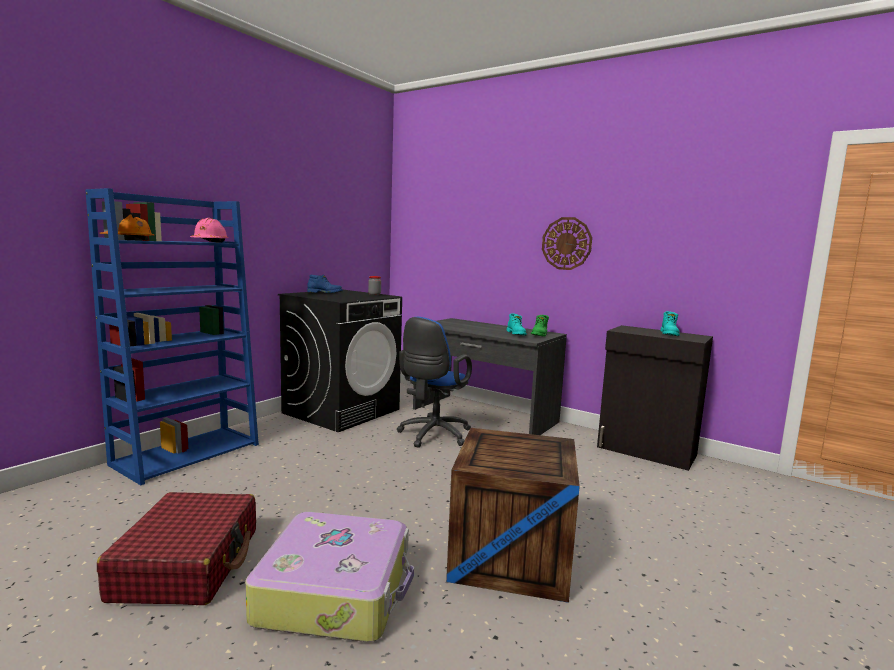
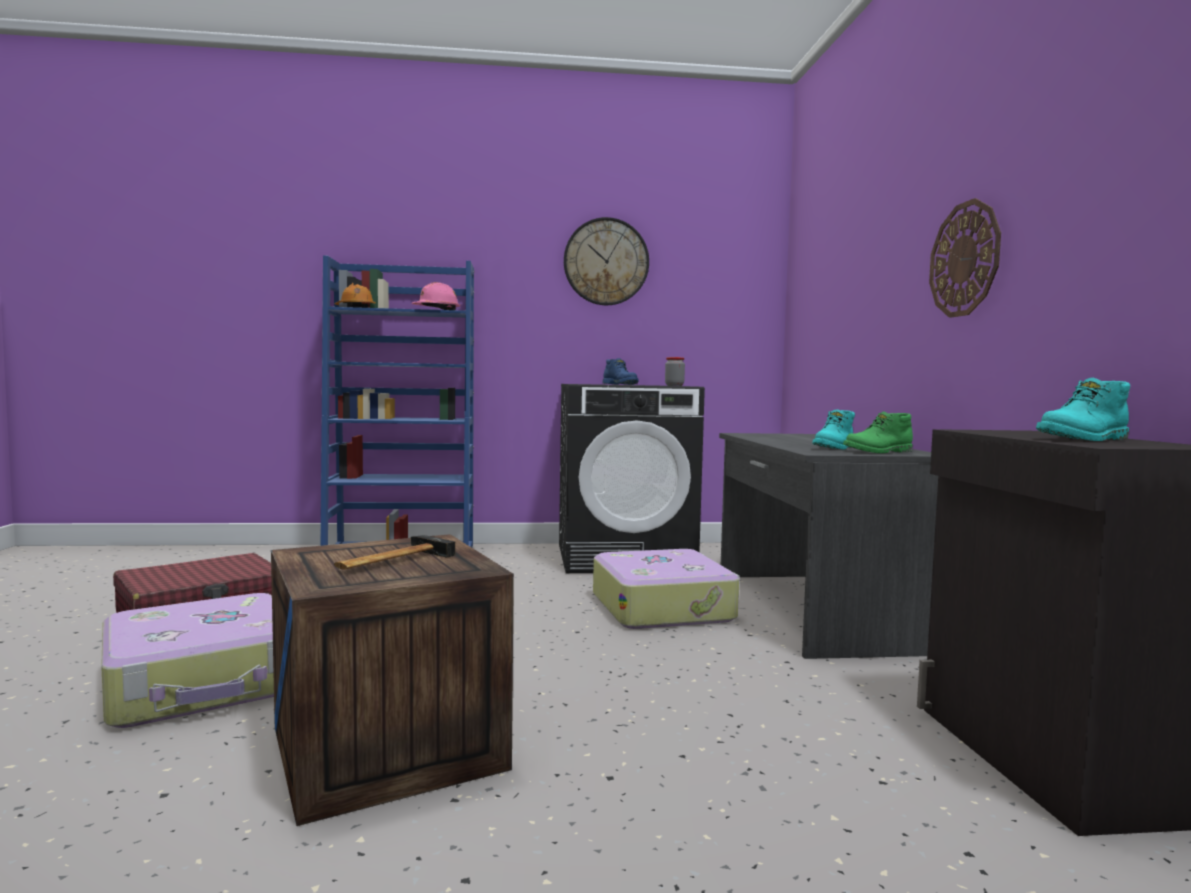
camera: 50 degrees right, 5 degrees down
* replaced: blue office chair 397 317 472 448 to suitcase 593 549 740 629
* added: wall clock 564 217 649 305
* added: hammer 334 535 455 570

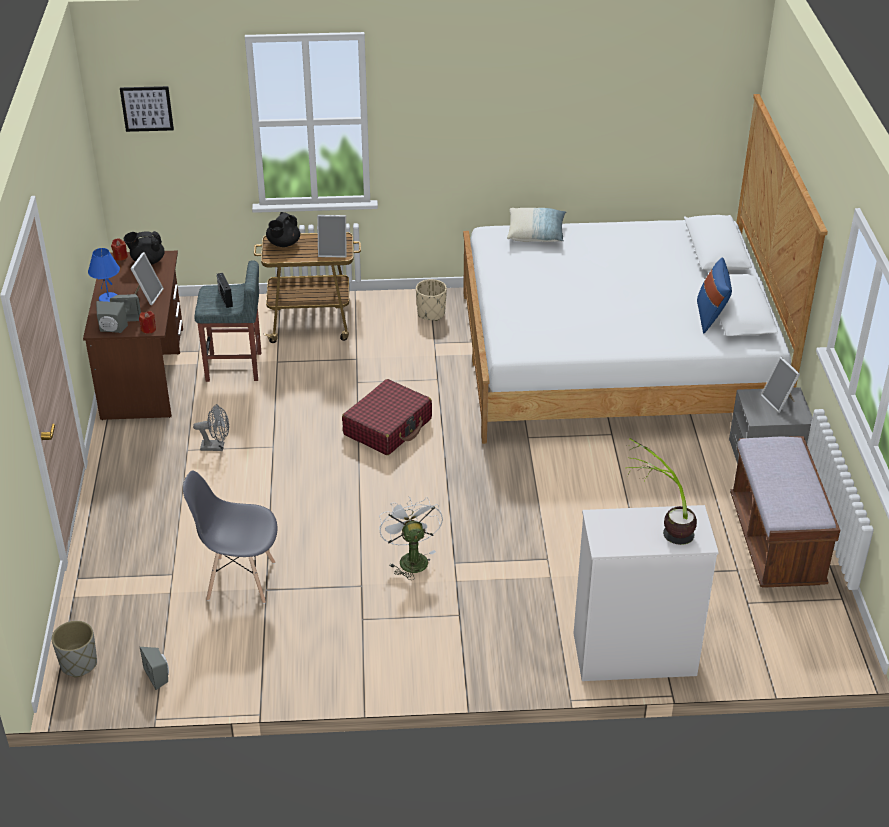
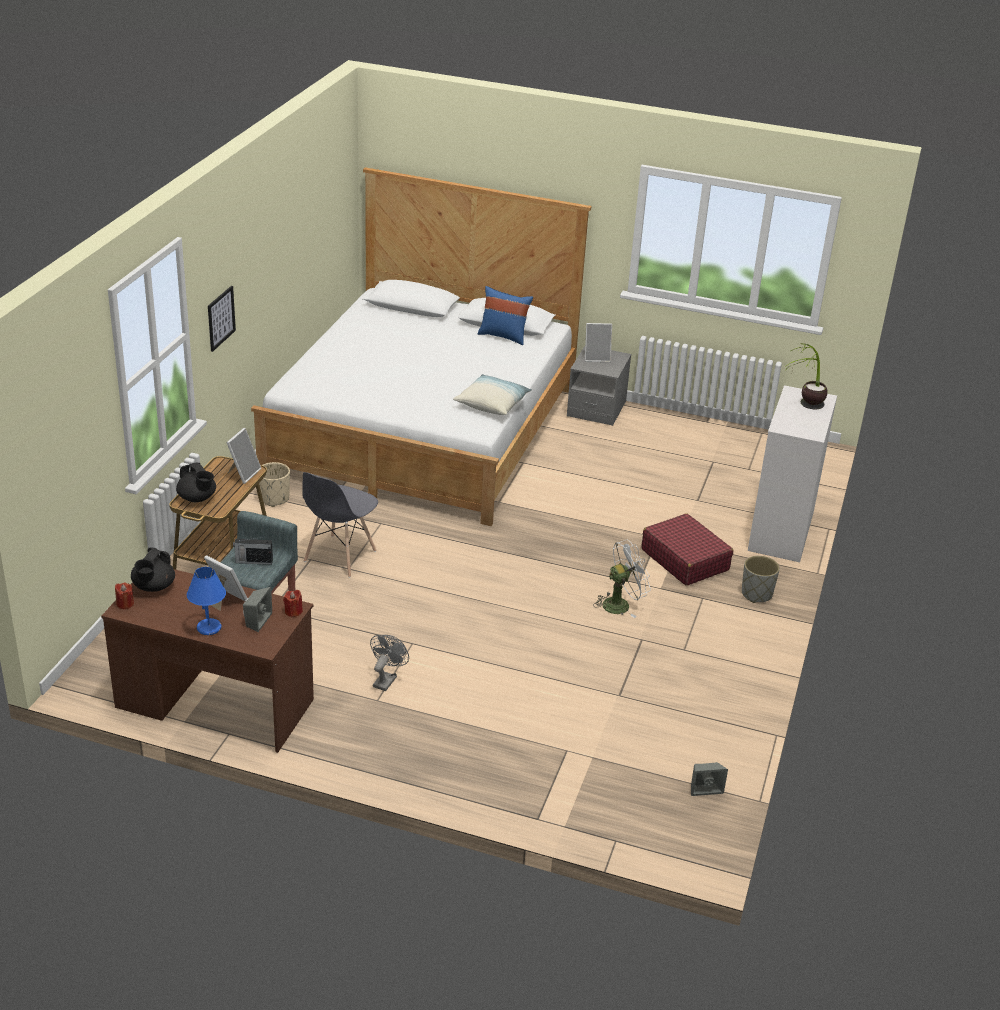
camera: 70 degrees left, 5 degrees down
* moved: picture 120 86 174 132 to 208 286 236 352
* moved: pillow 507 208 566 242 to 453 374 532 415
* removed: grey speaker 96 301 128 333
* moved: red suitcase 342 379 432 455 to 641 513 733 586
* removed: brown bench 730 436 840 588
* moved: grey chair 183 471 277 604 to 302 472 378 578
* turned: white fan 379 497 443 580 = 593 540 651 618 150 degrees clockwise
* moved: grey planter 52 621 97 678 to 742 556 780 603

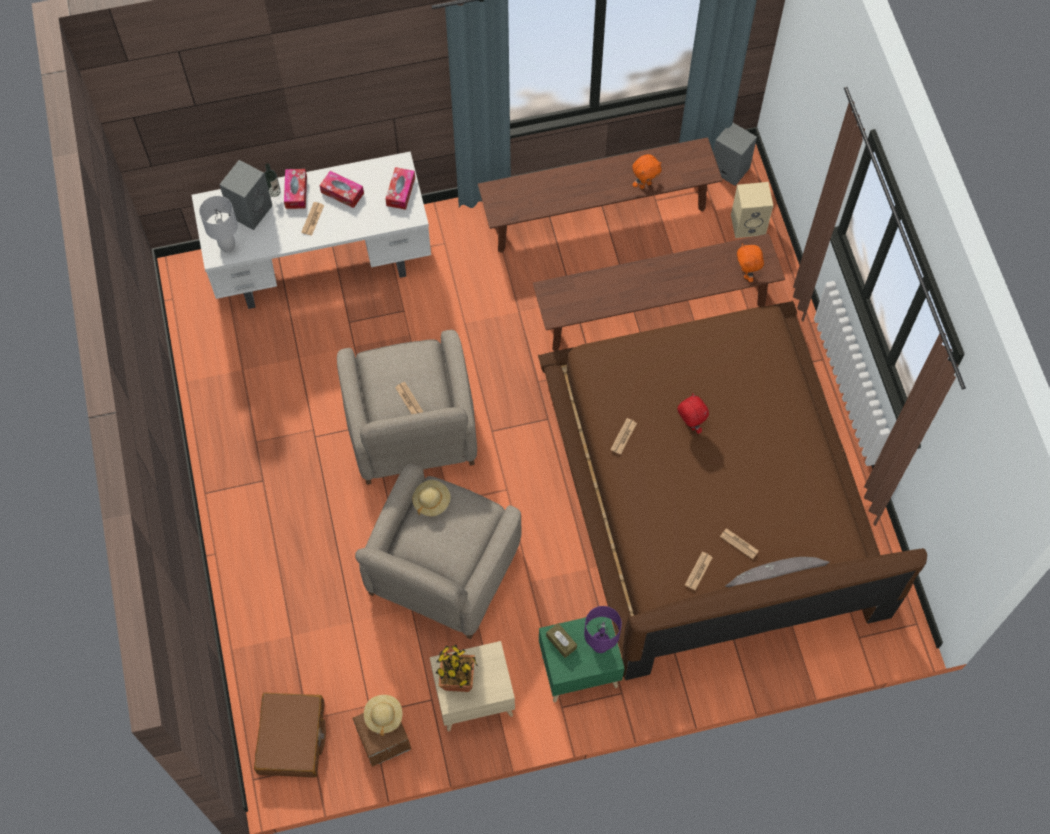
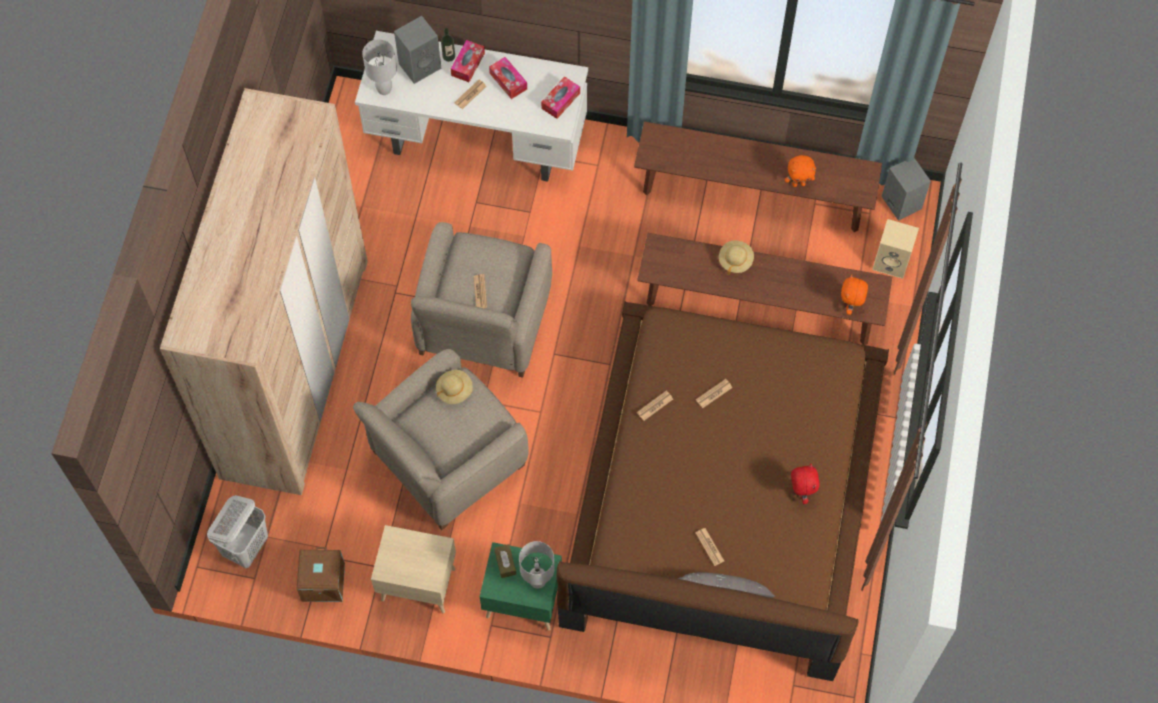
camera: 25 degrees right, 0 degrees up
* moved: red plush toy 677 393 709 434 to 791 463 820 504
* moved: newspaper 685 552 713 590 to 696 379 733 408
* recoloured: purple table lamp 584 606 622 653 to white table lamp 519 541 554 589
* removed: potted plant 436 645 478 692
* replaced: brown suitcase 254 692 326 778 to white laundry basket 207 495 268 568
* moved: beige hat 364 695 402 736 to 719 240 754 275
* added: beige wardrobe 160 88 368 495

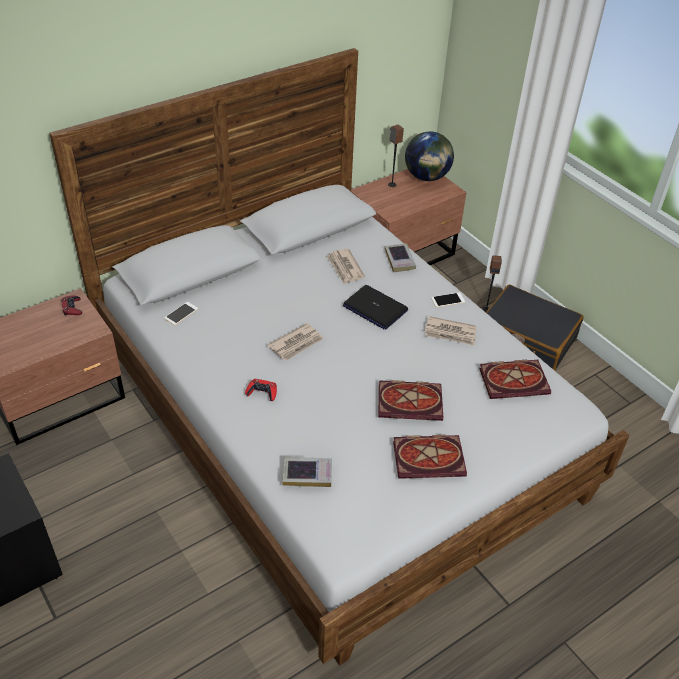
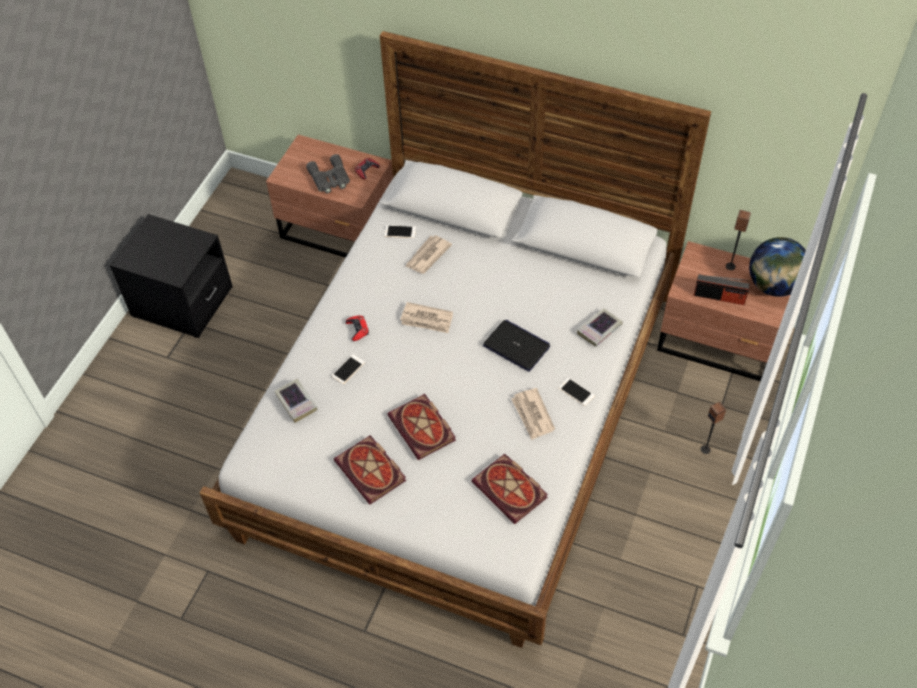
camera: 60 degrees right, 10 degrees up
* moved: newspaper 326 249 365 284 to 405 235 452 274
* turned: laptop 343 285 408 329 = 483 320 550 372 120 degrees clockwise
* removed: black suitcase 486 285 584 371
* added: grey binoculars 306 154 350 193
* added: radio 694 274 750 305
* added: phone 332 355 365 384

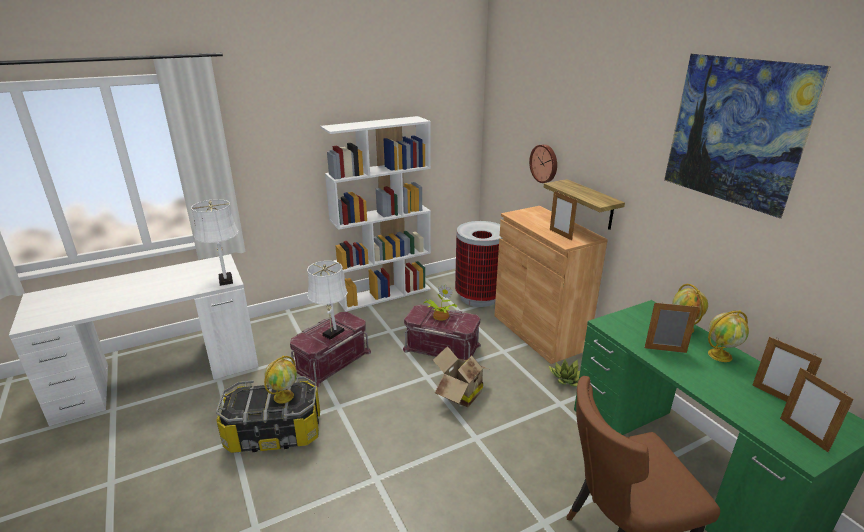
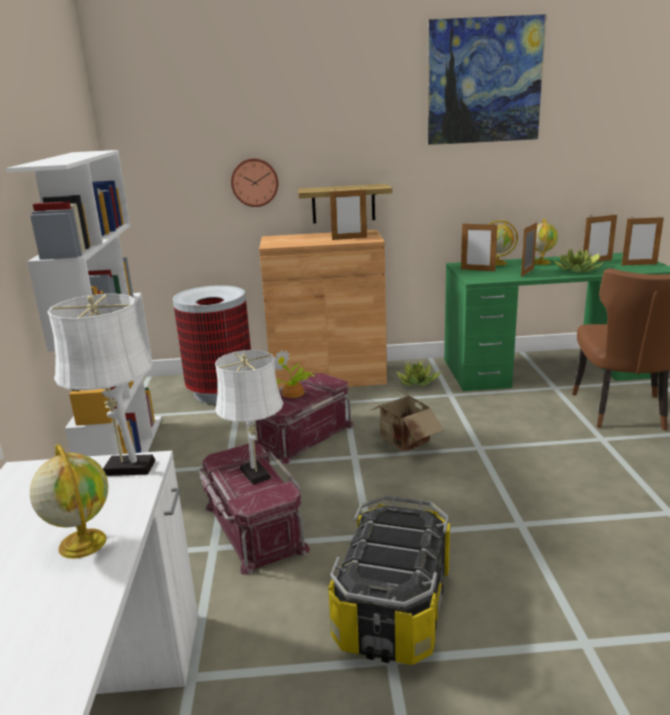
camera: 65 degrees left, 5 degrees down
* moved: globe 264 355 297 403 to 30 444 108 559
* added: picture frame 461 223 498 271
* added: potted plant 554 248 604 272

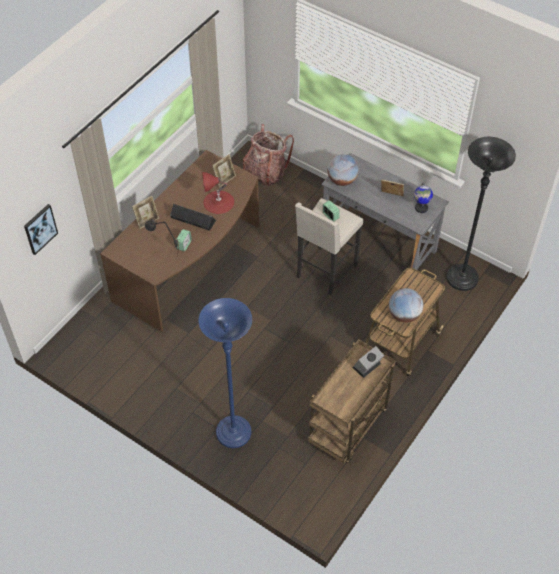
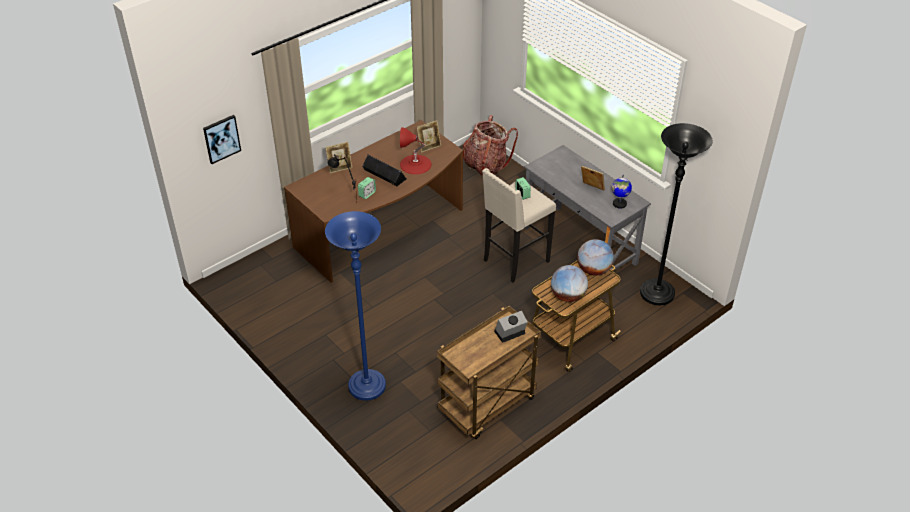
camera: 15 degrees right, 10 degrees down
* moved: globe 327 154 359 186 to 577 239 614 276

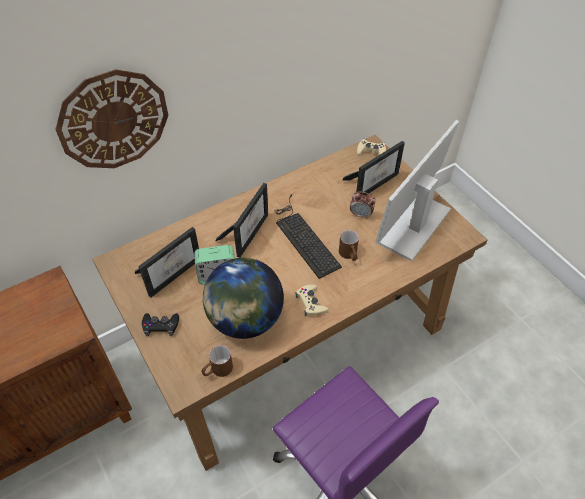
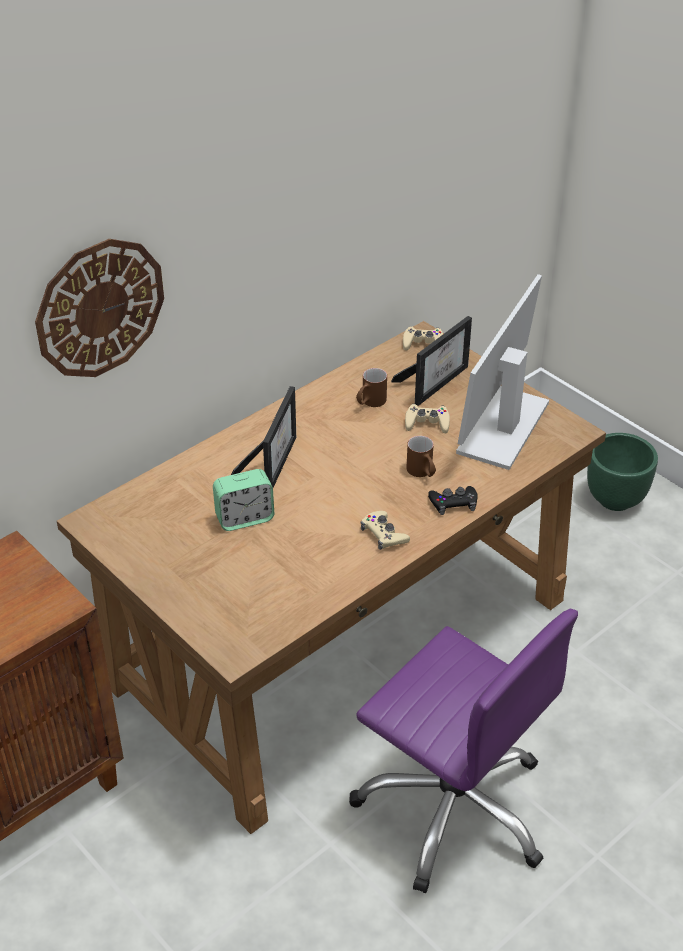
camera: 10 degrees left, 10 degrees down
* replaced: alarm clock 350 191 376 219 to beige game controller 405 404 450 433
* removed: keyboard 275 194 342 279
* removed: picture frame 135 227 199 298
* removed: globe 203 258 284 339
* moved: black game controller 142 313 179 336 to 428 486 478 515
* moved: brown mug 201 345 233 377 to 356 368 387 407
* added: green planter 587 433 658 511

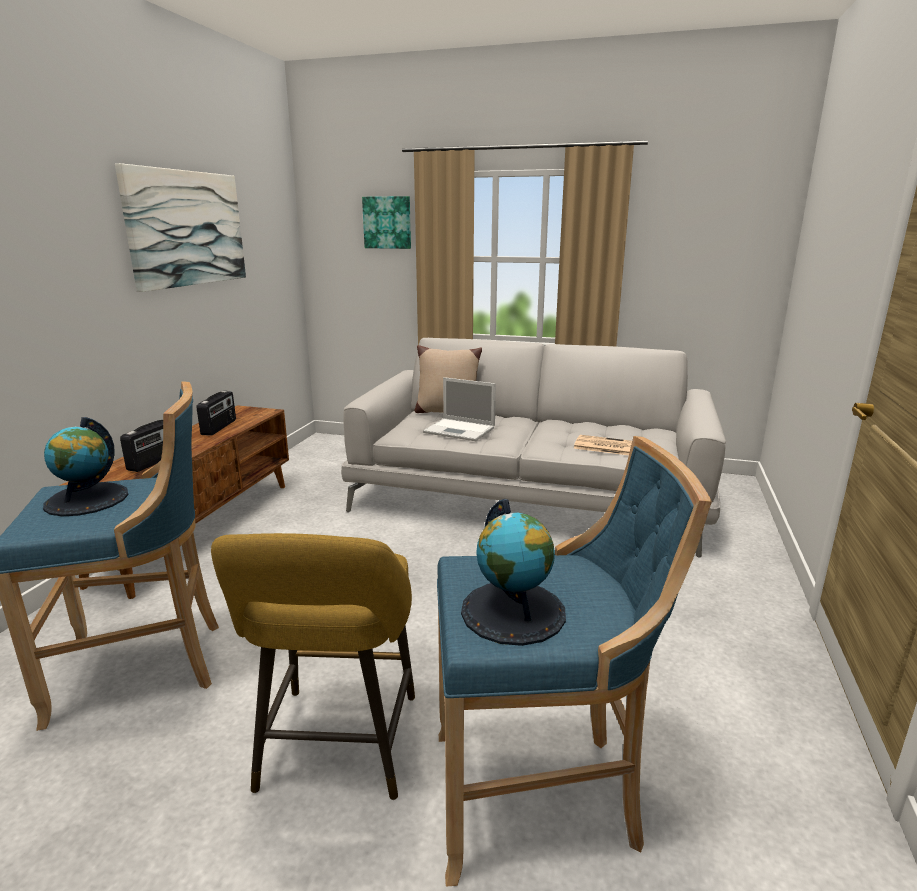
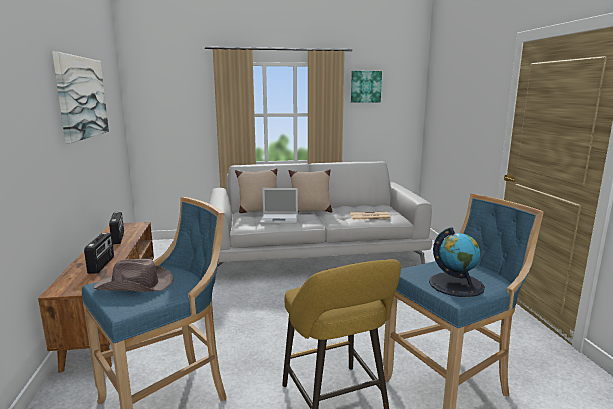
camera: 25 degrees left, 5 degrees down
* moved: picture 362 196 411 249 to 351 71 382 103
* replaced: globe 43 417 128 516 to brown hat 93 259 174 292
* added: beige pillow 289 169 332 213

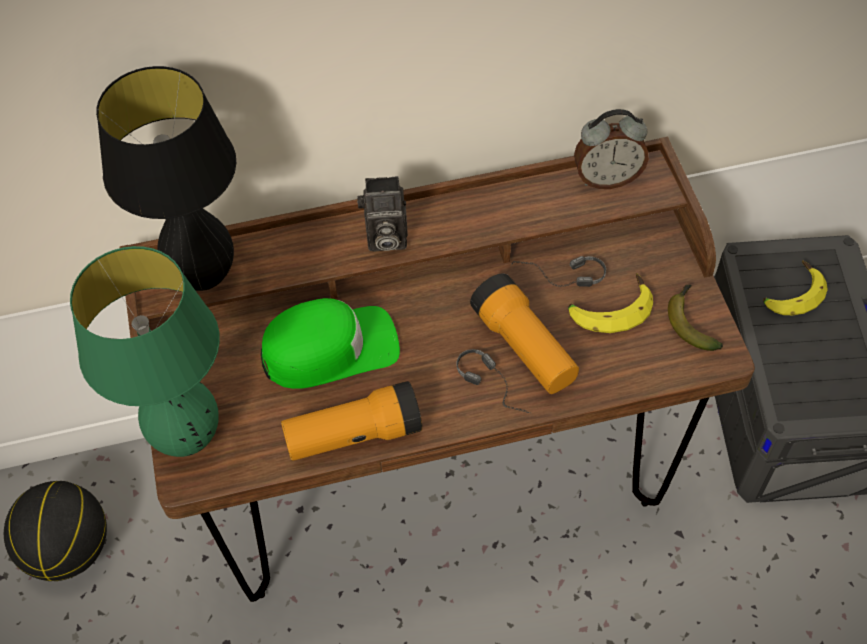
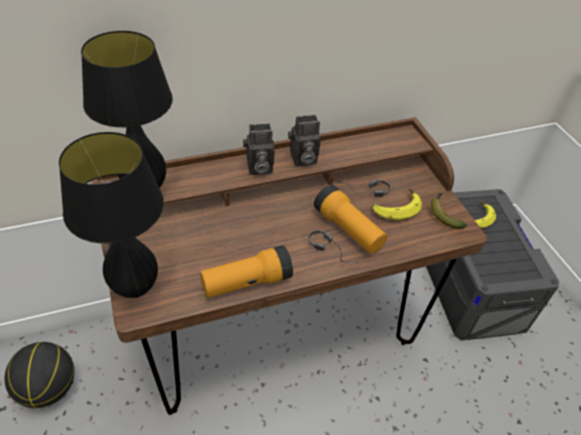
camera: 10 degrees left, 10 degrees down
* removed: alarm clock 574 109 649 189
* recoloured: green table lamp 70 246 220 457 to black table lamp 59 132 164 298
* removed: green cap 261 298 400 389
* added: photo camera 288 115 321 166

